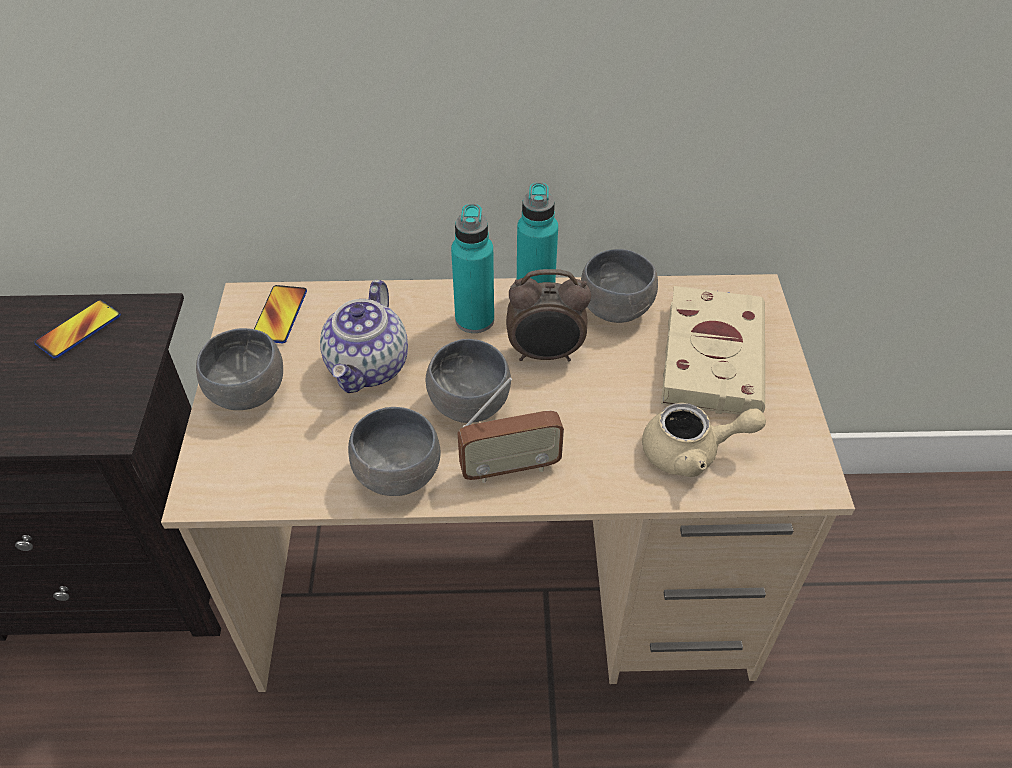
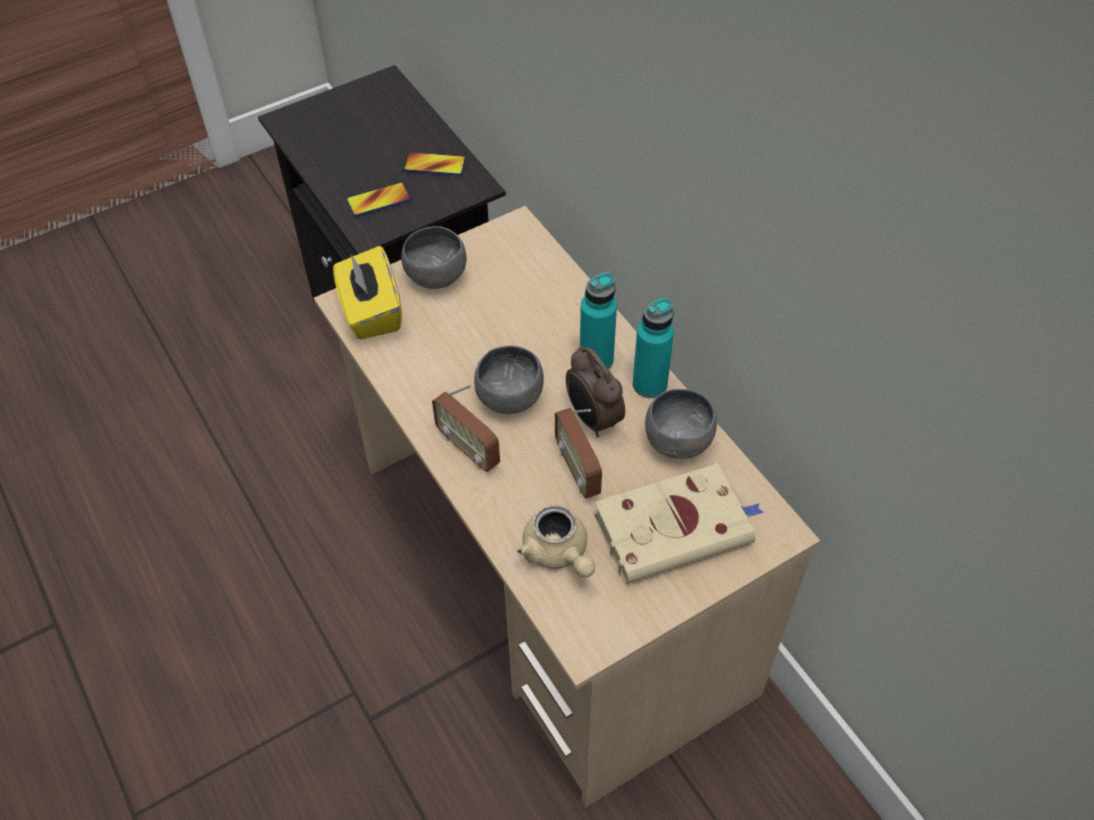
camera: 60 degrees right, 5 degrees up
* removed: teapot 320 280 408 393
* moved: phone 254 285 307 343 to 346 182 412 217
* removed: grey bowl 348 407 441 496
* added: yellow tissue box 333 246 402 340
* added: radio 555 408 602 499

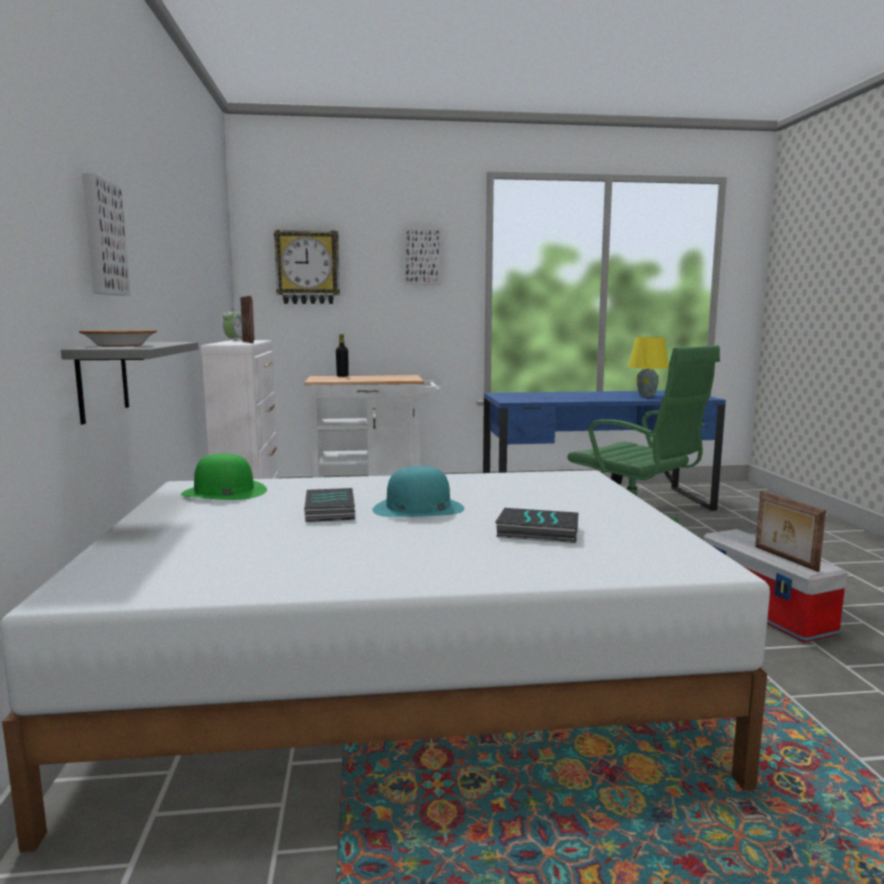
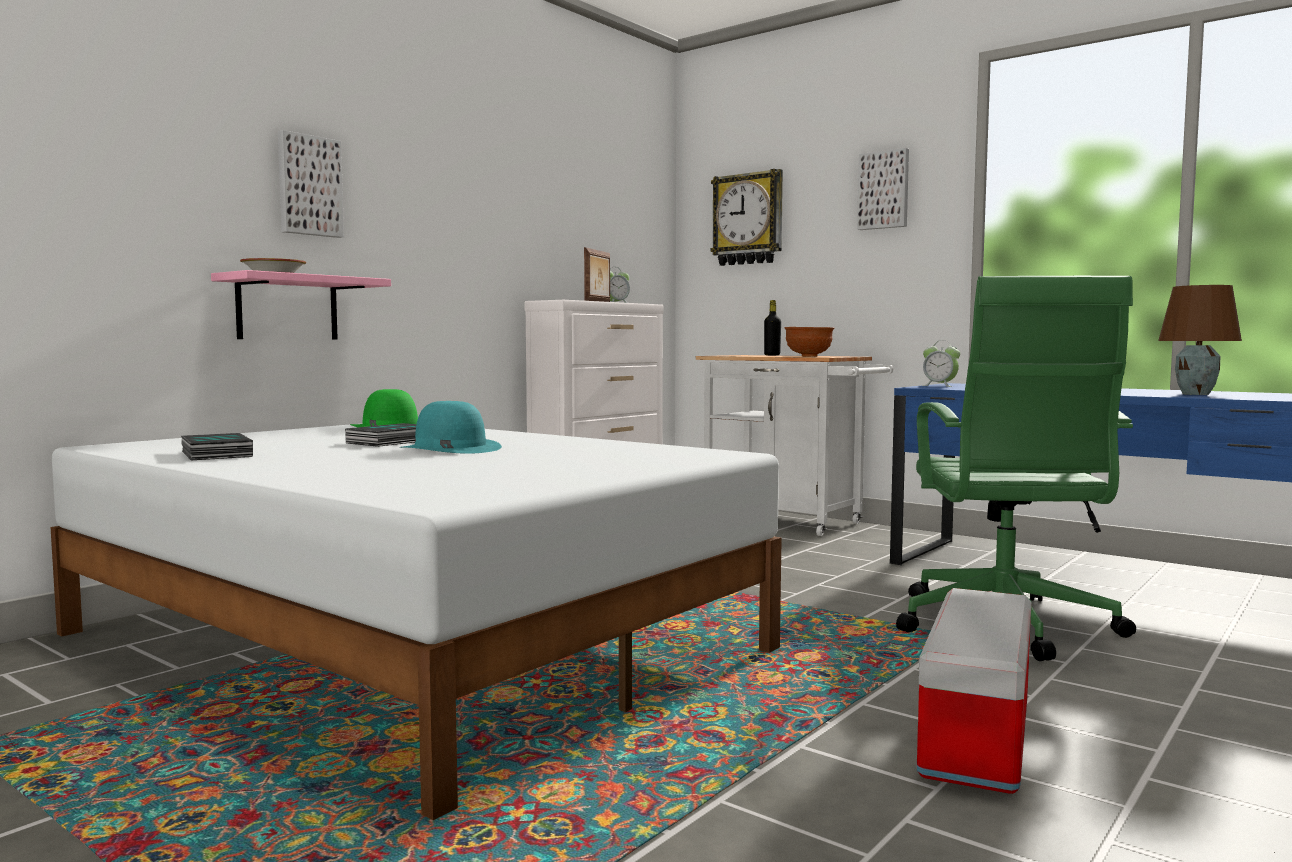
camera: 45 degrees right, 5 degrees down
* recoloured: yellow table lamp 628 337 669 397 to brown table lamp 1158 285 1242 395
* recoloured: grey shelf 61 342 199 424 to pink shelf 211 270 391 339
* removed: picture frame 755 491 826 572
* moved: book 495 508 578 543 to 181 433 253 460
* added: brown bowl 785 327 835 357
* added: alarm clock 923 340 960 387

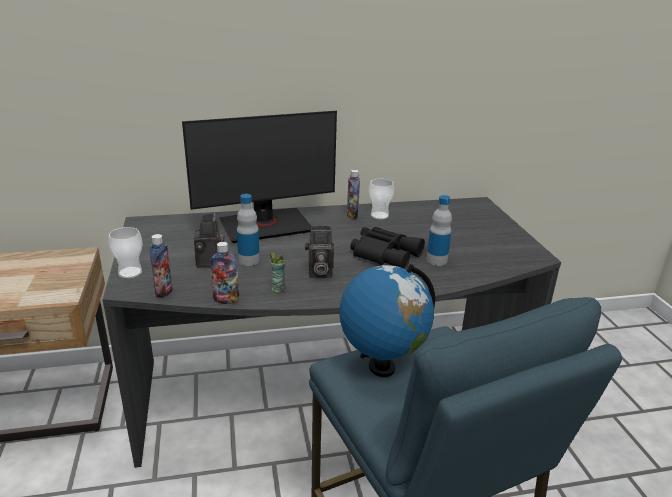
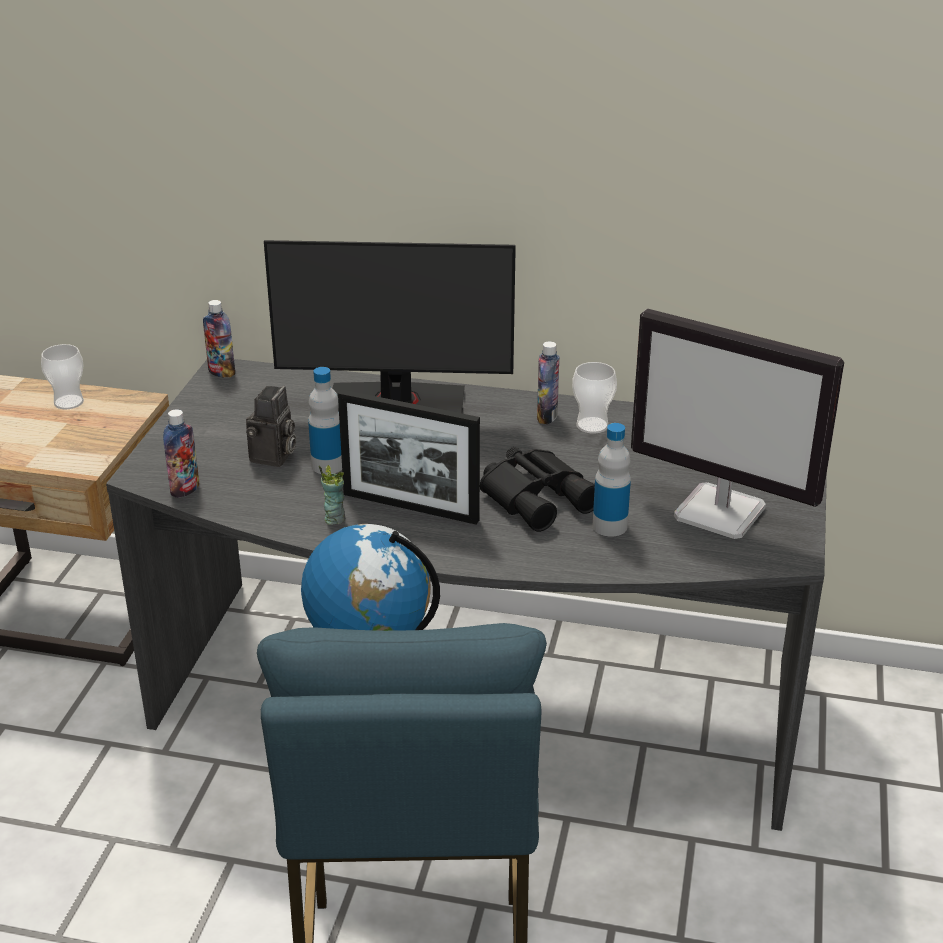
camera: 25 degrees right, 5 degrees up
* replaced: photo camera 305 226 334 278 to picture frame 338 390 480 525
* moved: cup 108 227 143 278 to 41 344 84 410
* moved: bottle 210 242 239 304 to 203 300 235 377
* added: monitor 631 309 844 539

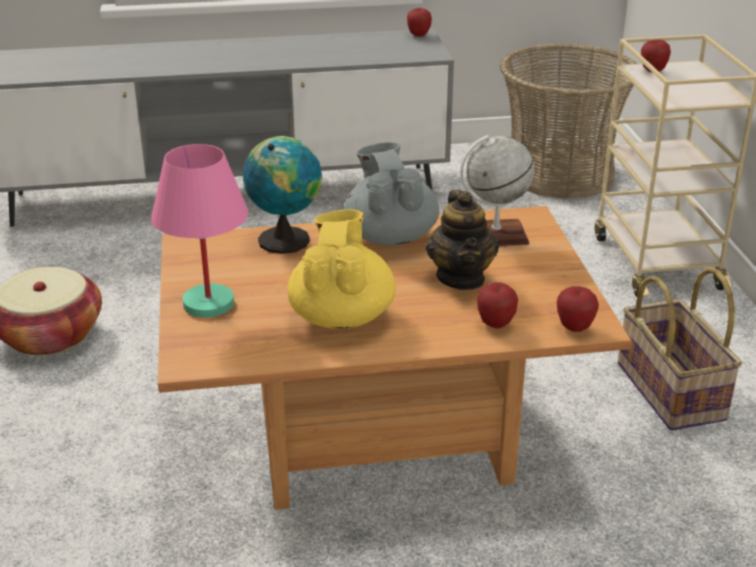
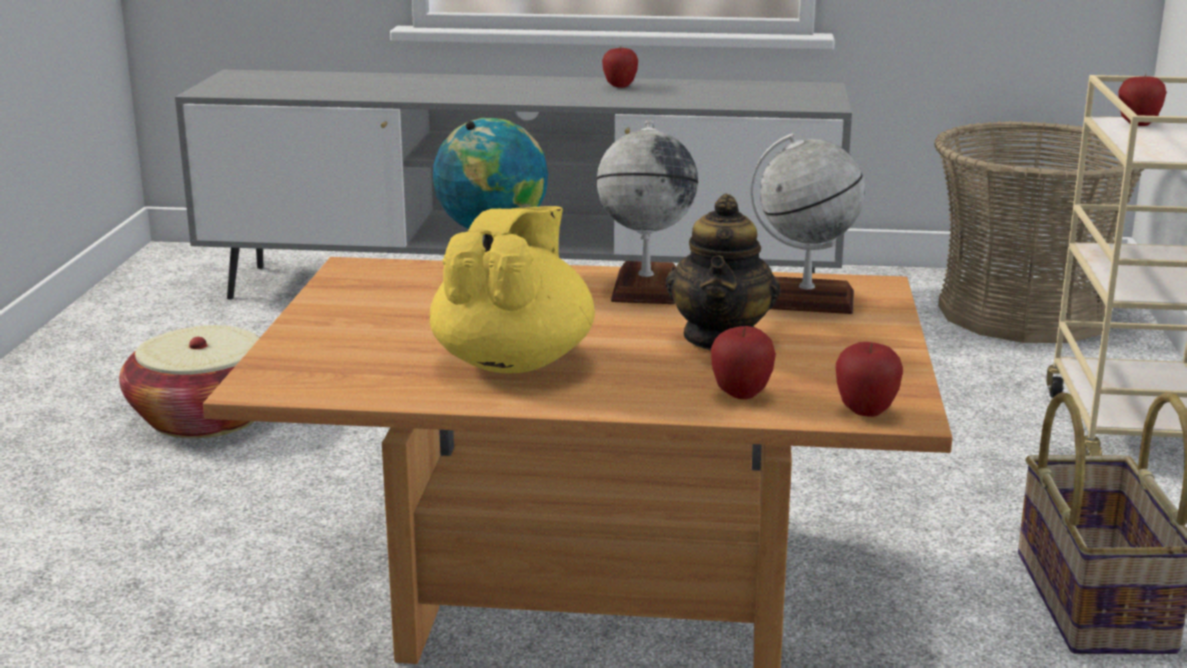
camera: 15 degrees right, 10 degrees down
* moved: apple 407 8 432 37 to 602 46 638 88
* replaced: grey teapot 344 142 439 246 to globe 597 120 698 304
* removed: pink table lamp 151 144 248 318

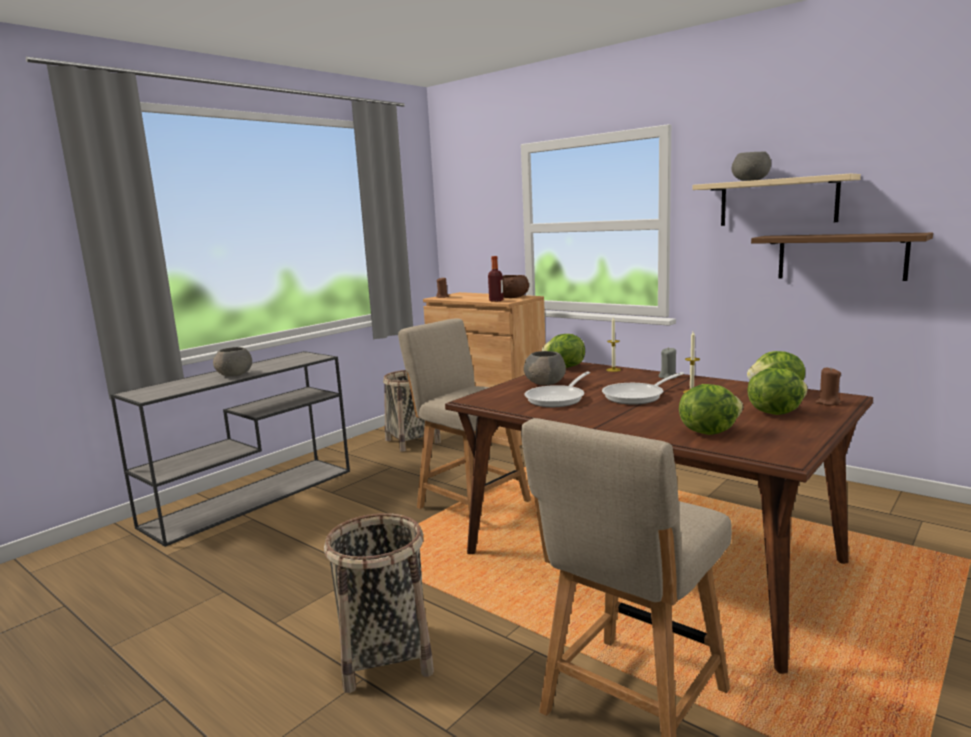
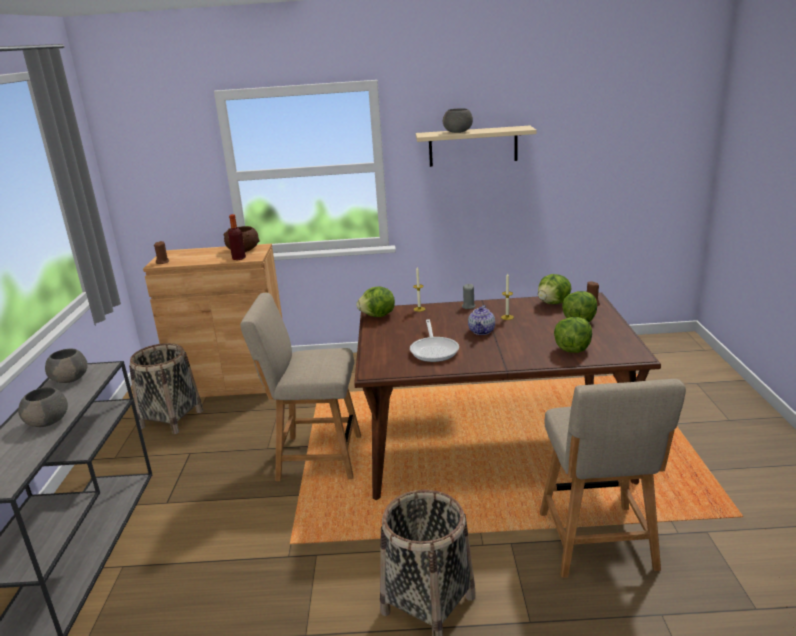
camera: 40 degrees left, 10 degrees up
* removed: brown shelf 751 233 933 281
* moved: grey bowl 524 351 566 385 to 45 349 88 383
* replaced: frying pan 602 372 684 405 to teapot 468 305 495 335

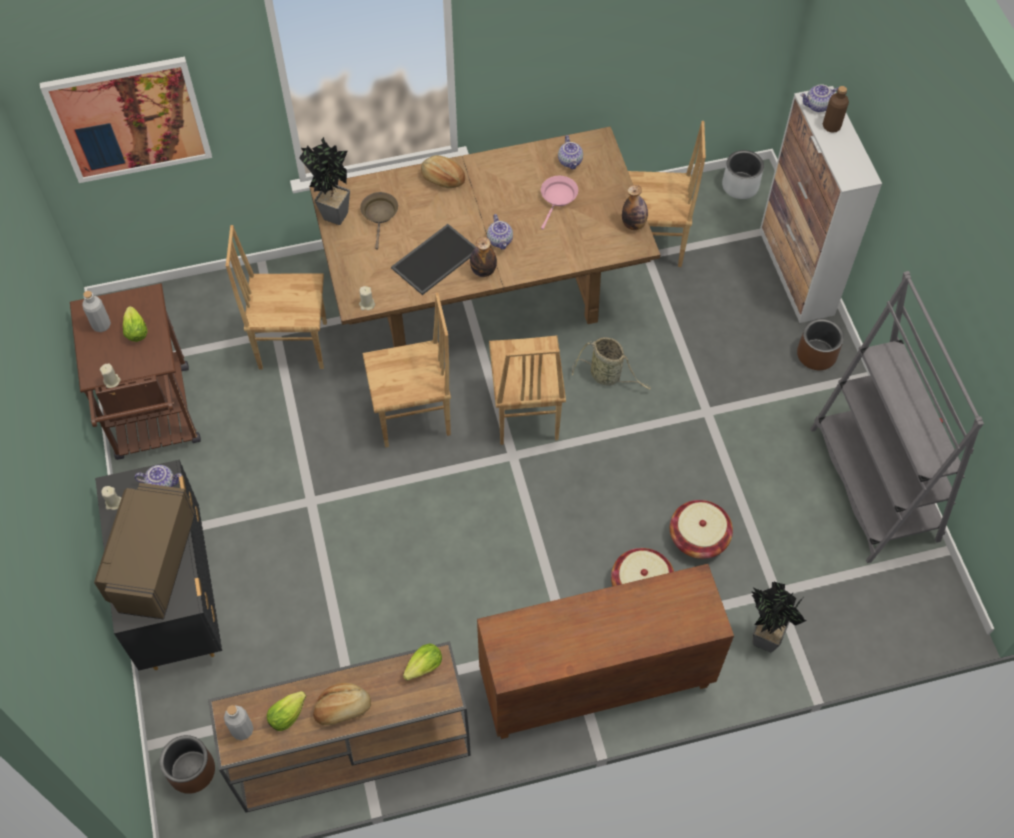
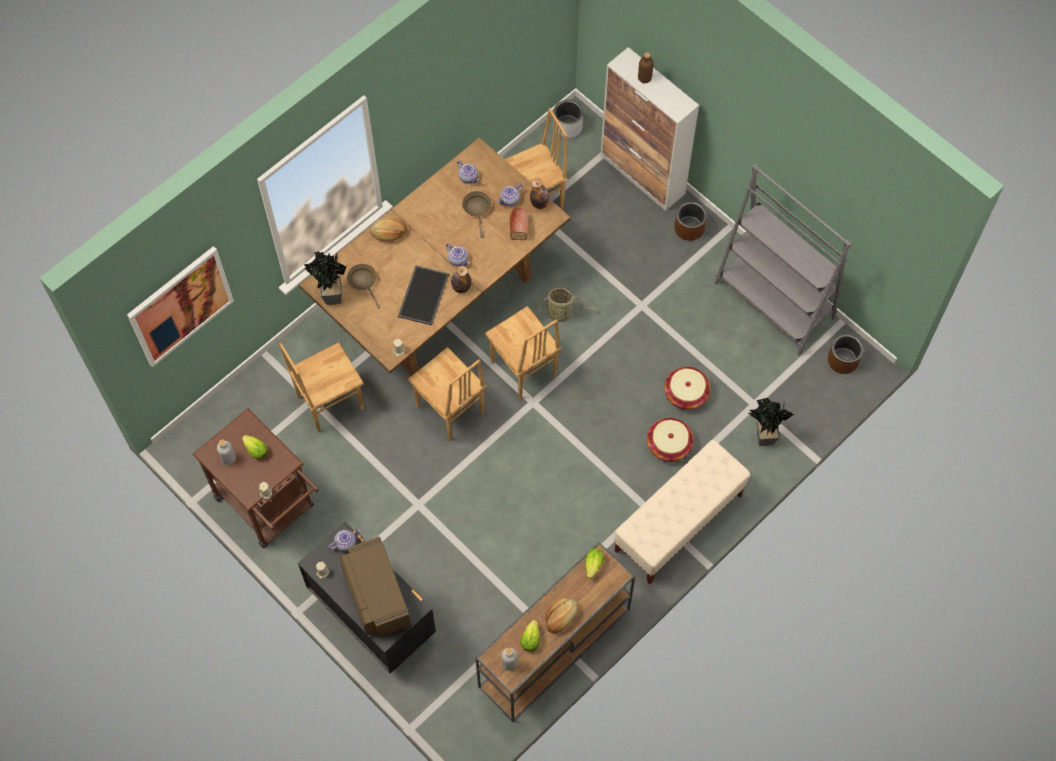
camera: 30 degrees left, 5 degrees up
* moved: teapot 800 84 839 112 to 497 184 523 206
* recoloured: pink frying pan 541 176 578 230 to brown frying pan 462 191 491 238
* turned: brown chair 362 293 451 448 = 408 347 486 441 90 degrees clockwise
* replaced: brown cabinet 477 564 734 739 to beige bench 615 440 750 584
* moved: brown planter 160 735 215 794 to 828 334 864 374
* added: bread 510 208 528 240

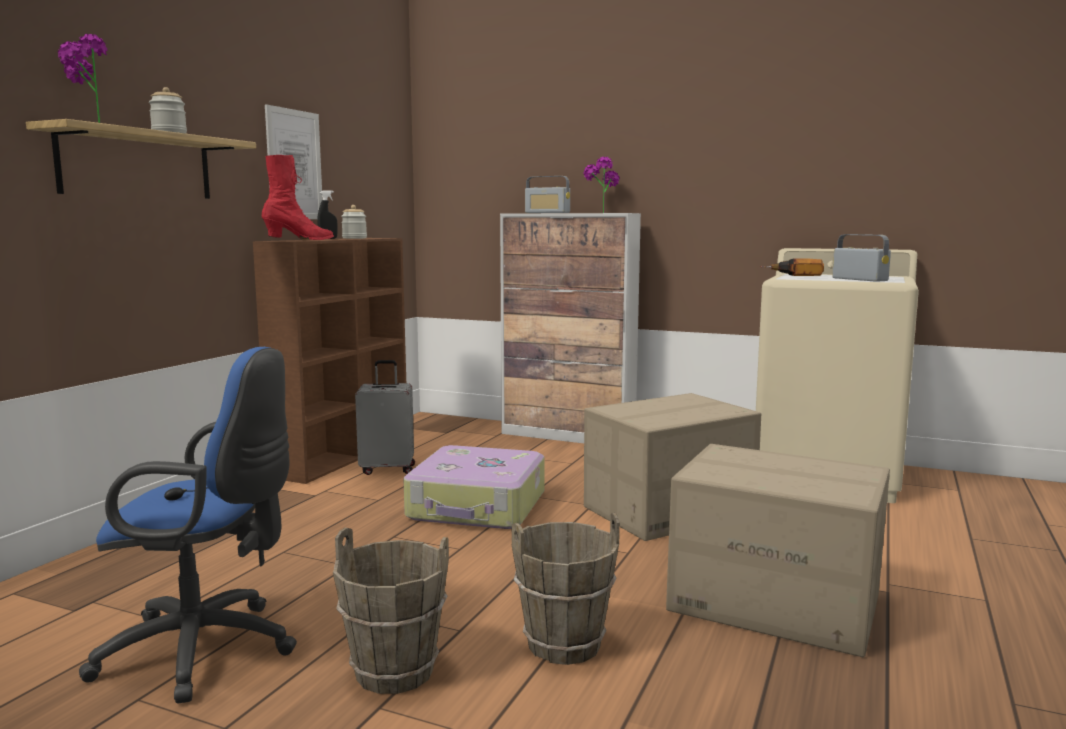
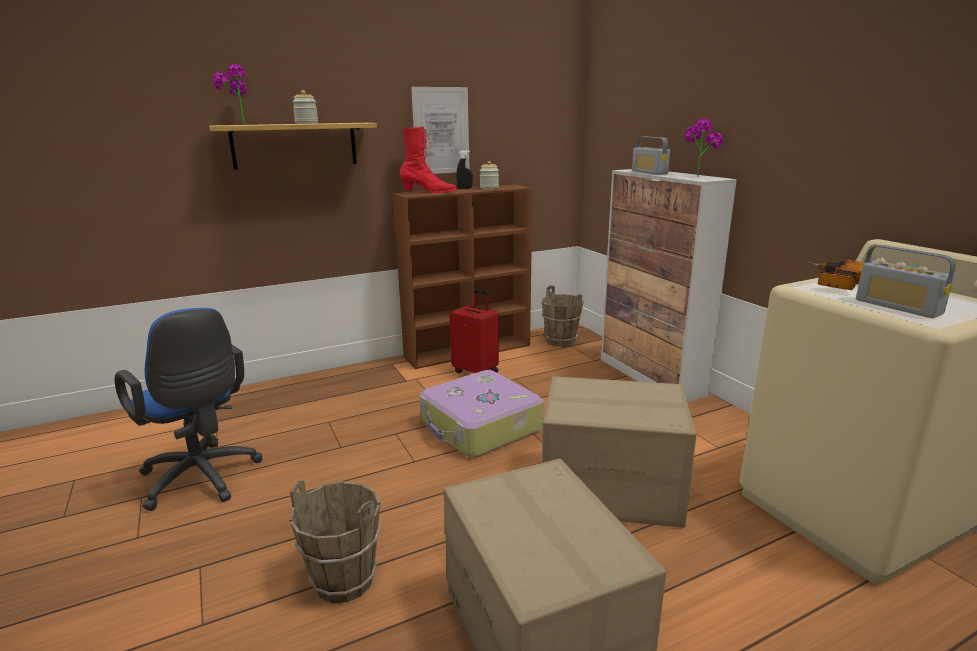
camera: 40 degrees right, 10 degrees up
* turned: radio 832 234 891 282 = 856 245 956 318 135 degrees clockwise
* recoloured: grey suitcase 355 360 415 475 to red suitcase 450 289 499 373
* moved: brown bucket 333 528 449 694 to 541 285 584 347

